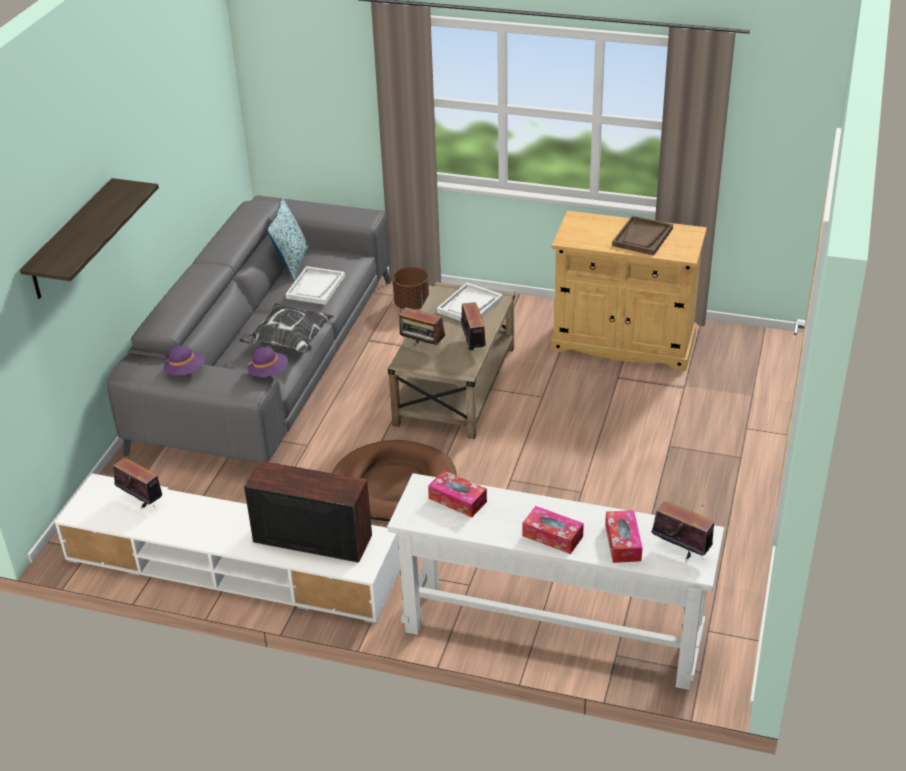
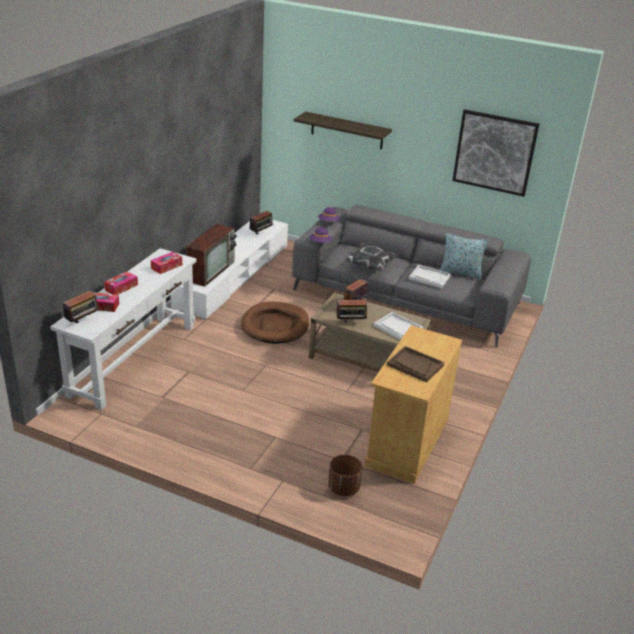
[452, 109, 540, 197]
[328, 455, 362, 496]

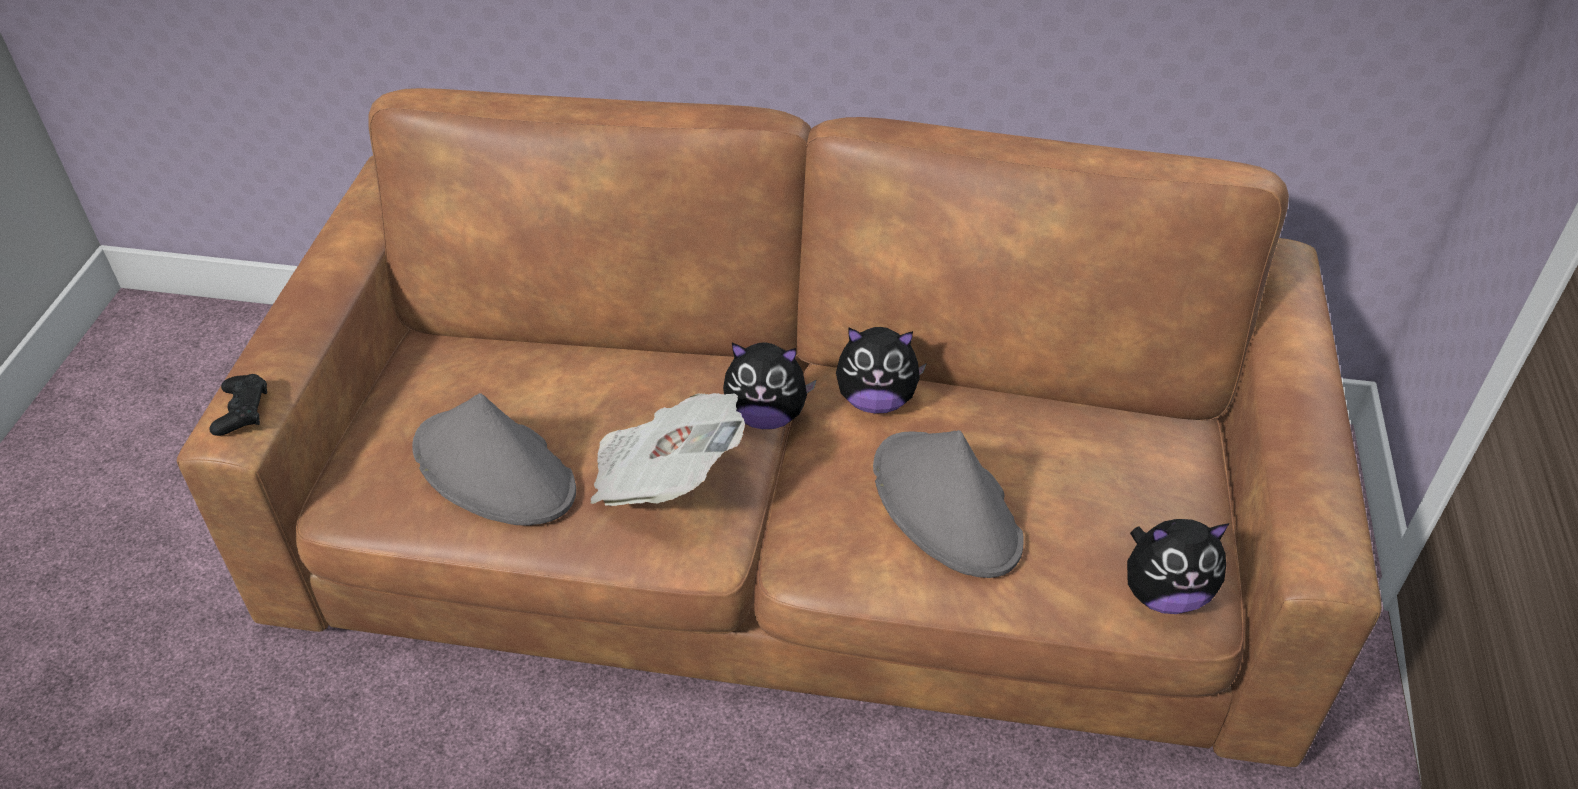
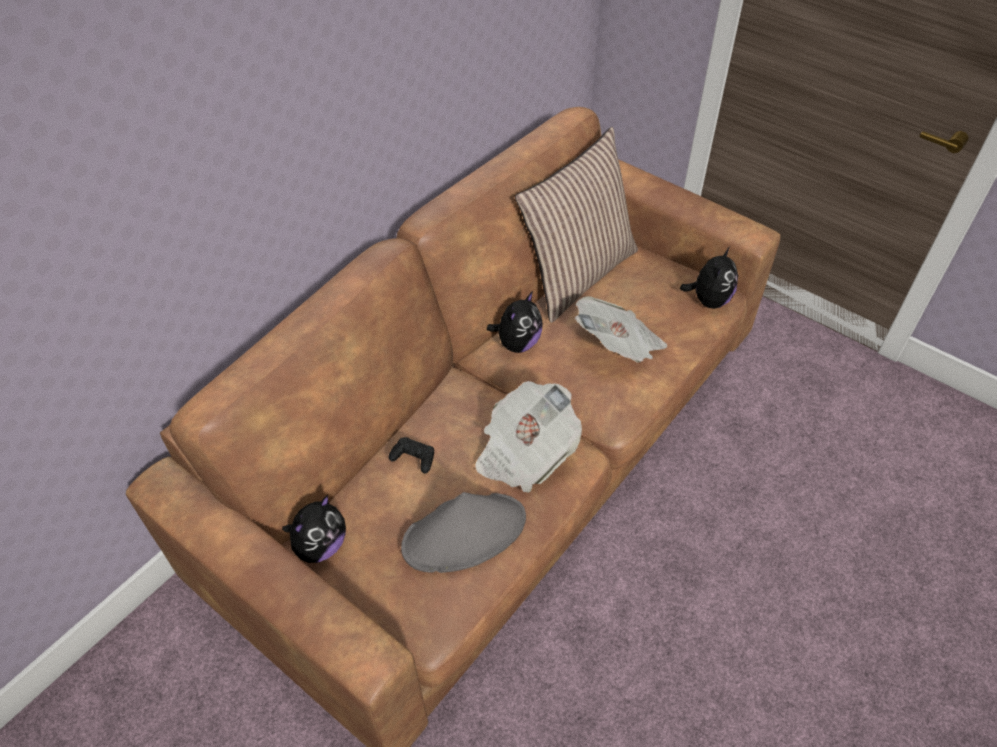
[515, 127, 638, 323]
[388, 437, 434, 473]
[282, 495, 346, 563]
[575, 296, 667, 363]

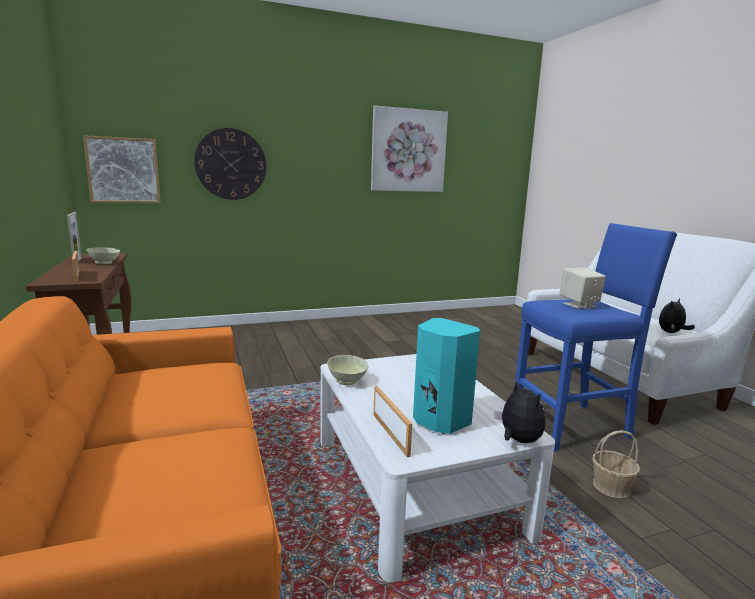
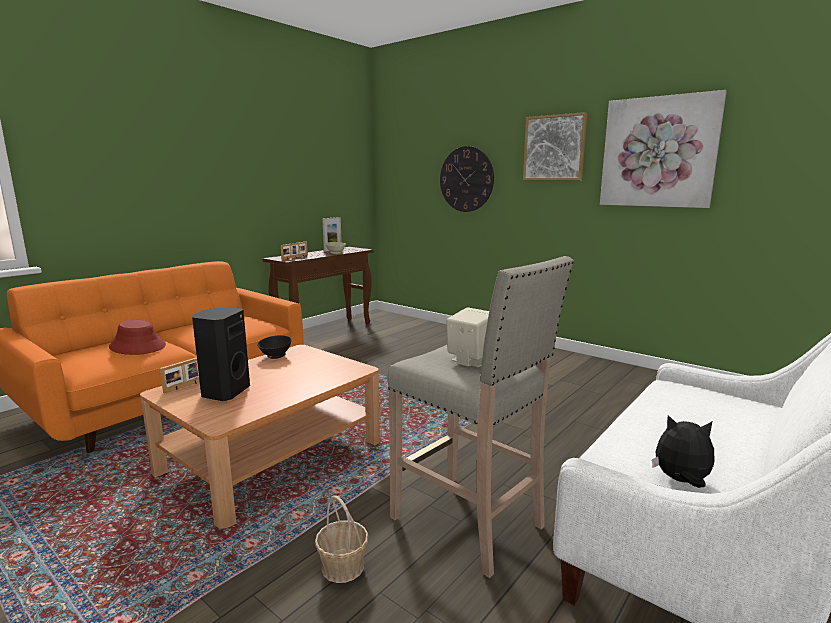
[495, 380, 546, 443] (first image)
[109, 320, 166, 355]
[523, 112, 587, 180]
[140, 345, 380, 529]
[257, 335, 292, 359]
[192, 308, 250, 401]
[387, 256, 574, 578]

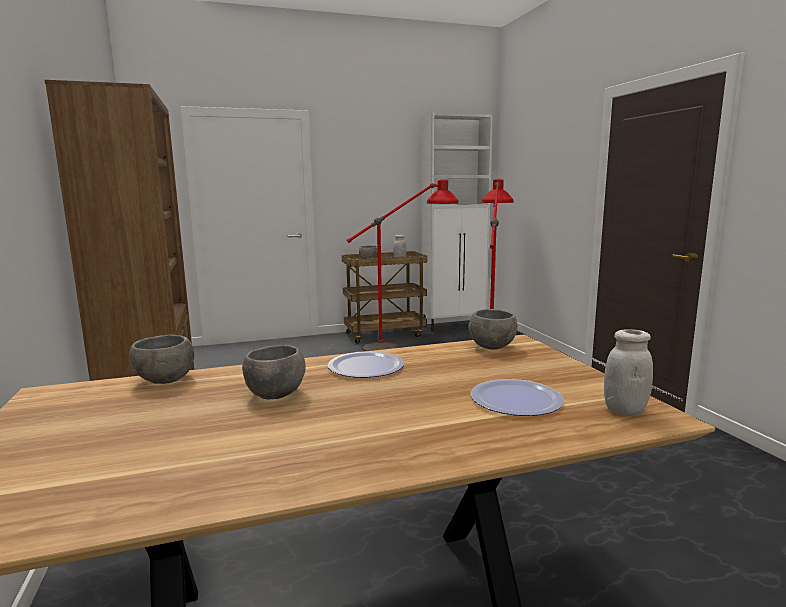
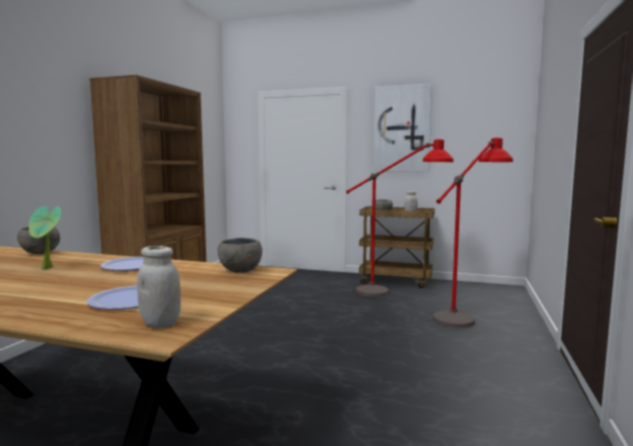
[421, 113, 493, 332] (first image)
[374, 84, 432, 171]
[29, 206, 62, 269]

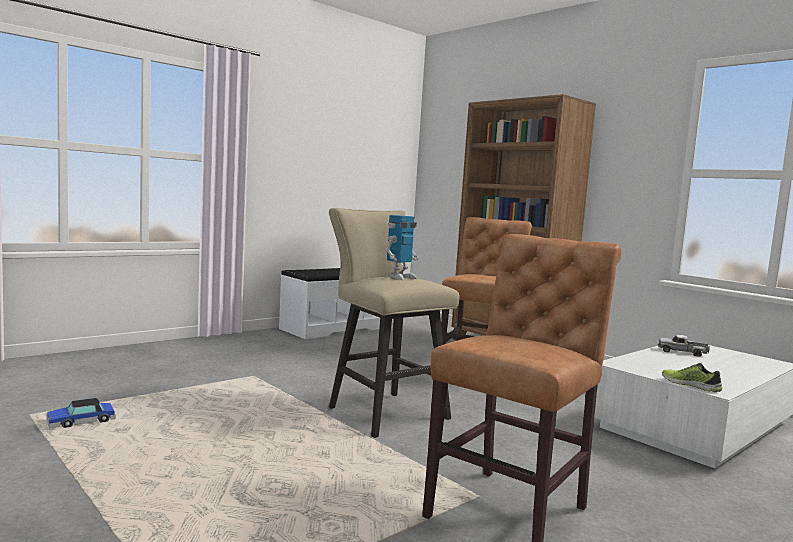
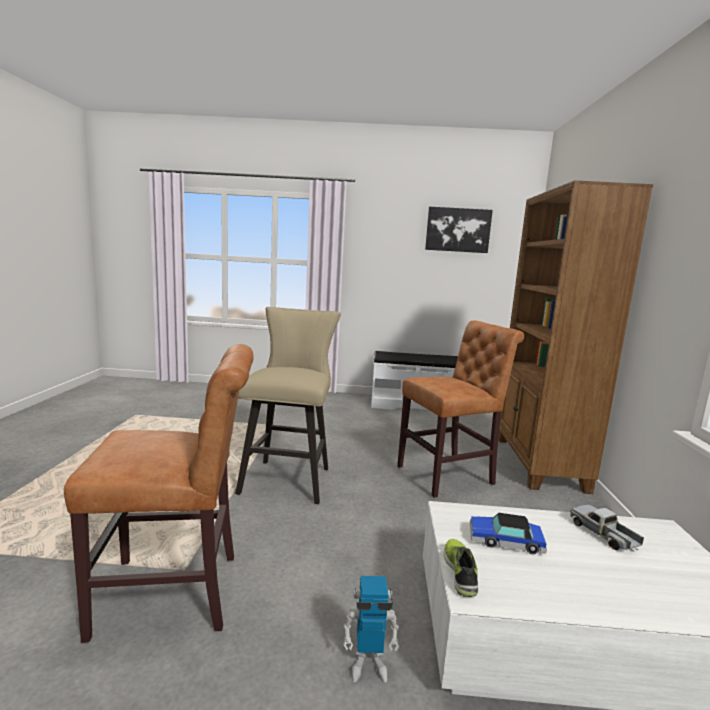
[425, 207, 493, 253]
[470, 512, 547, 554]
[343, 576, 399, 683]

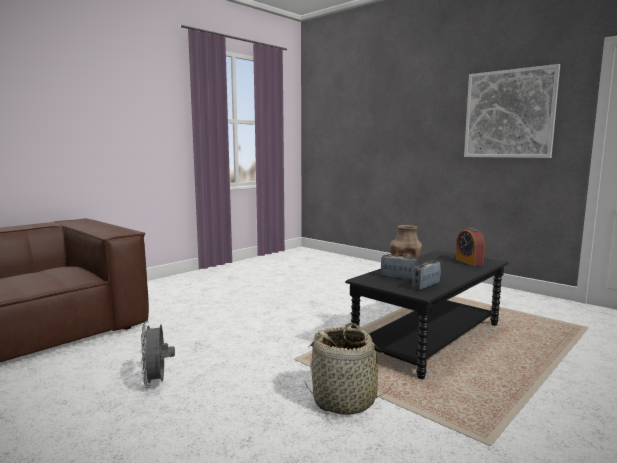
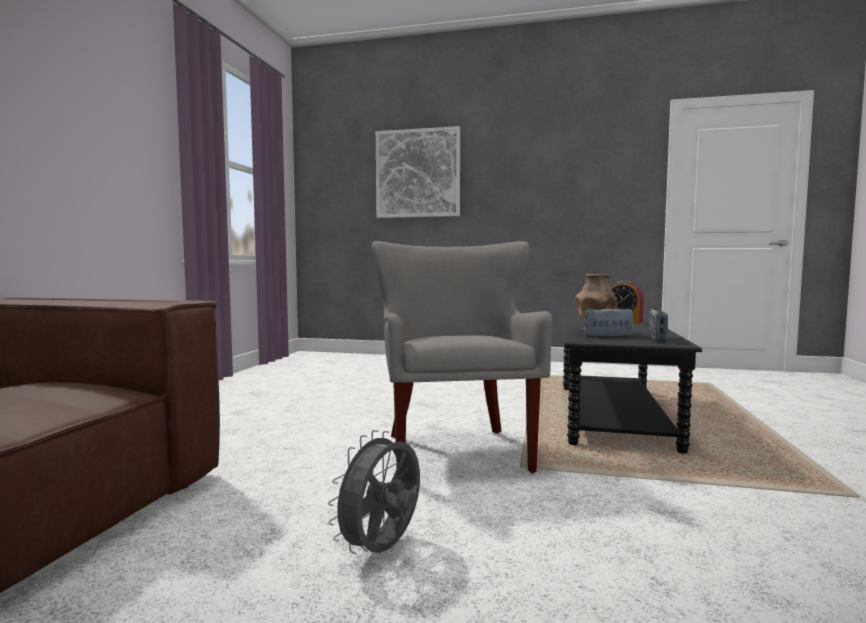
[305, 323, 394, 415] (first image)
[372, 241, 553, 476]
[376, 126, 460, 218]
[328, 430, 420, 554]

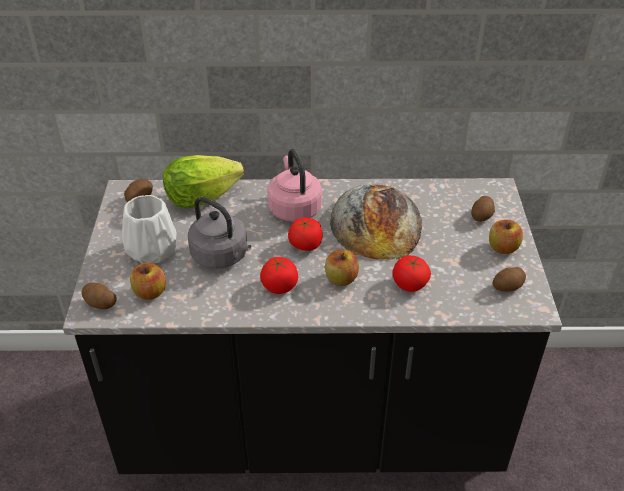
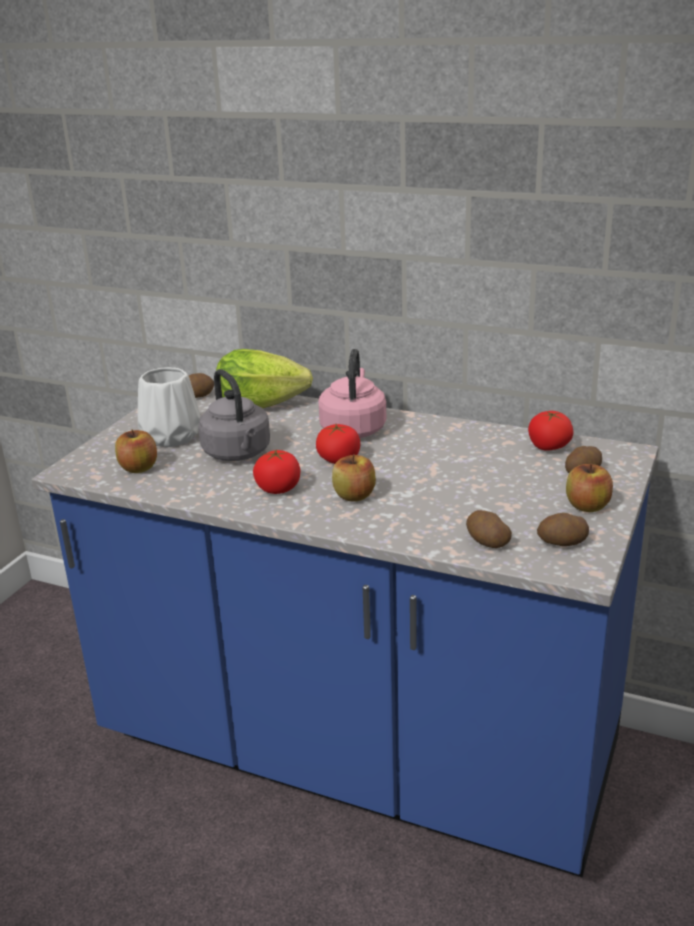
[330, 184, 422, 259] (first image)
[466, 510, 512, 548]
[528, 411, 574, 451]
[32, 387, 659, 878]

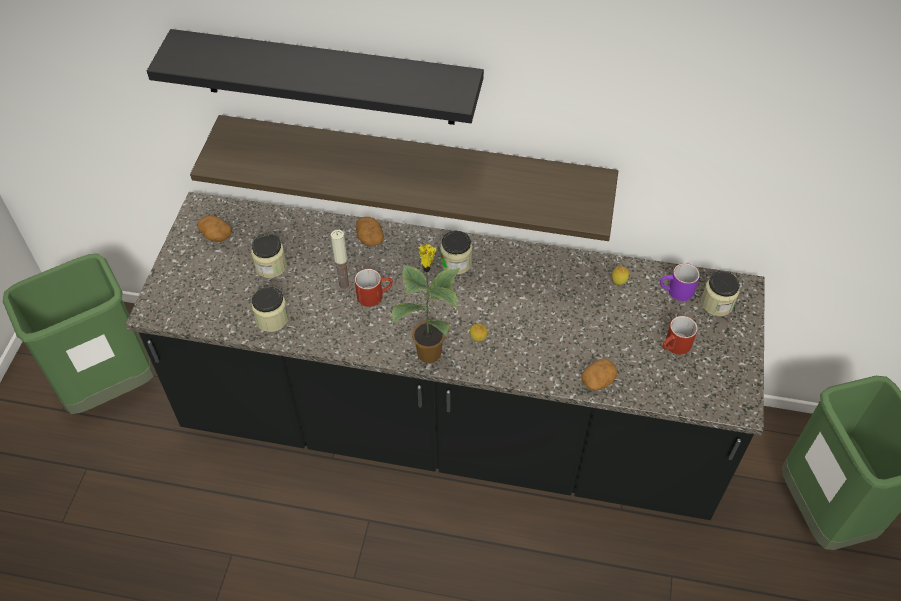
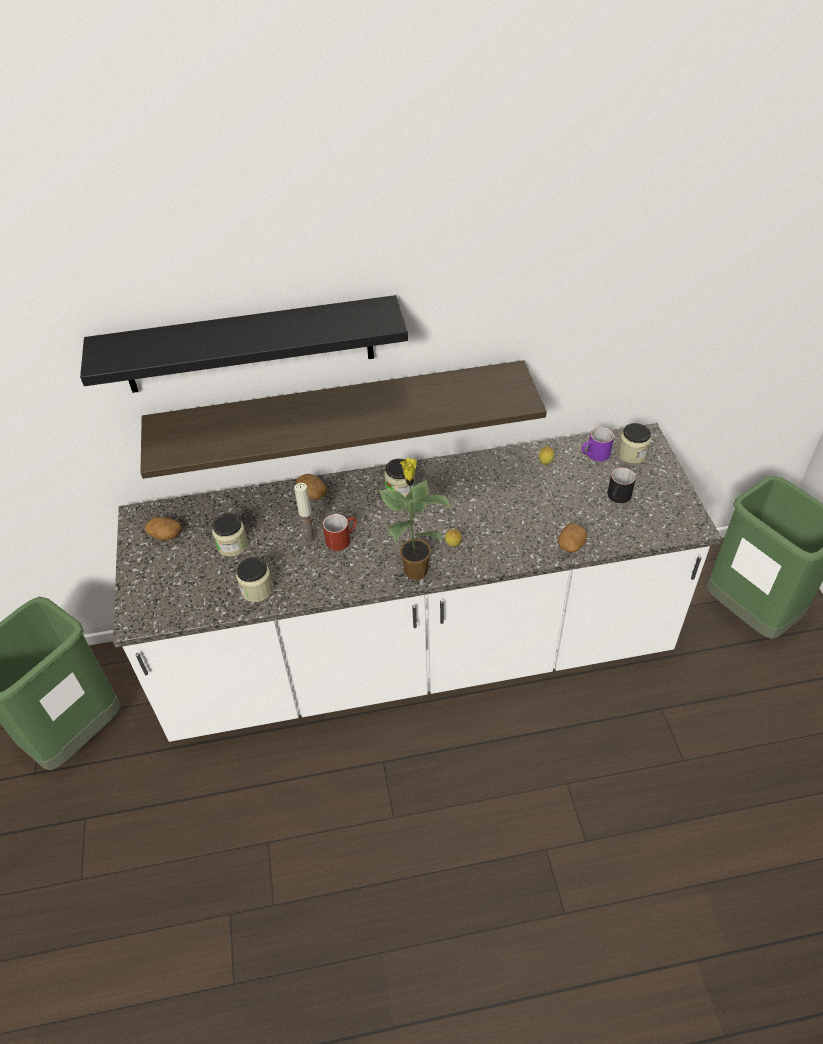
[113, 423, 722, 742]
[607, 467, 636, 503]

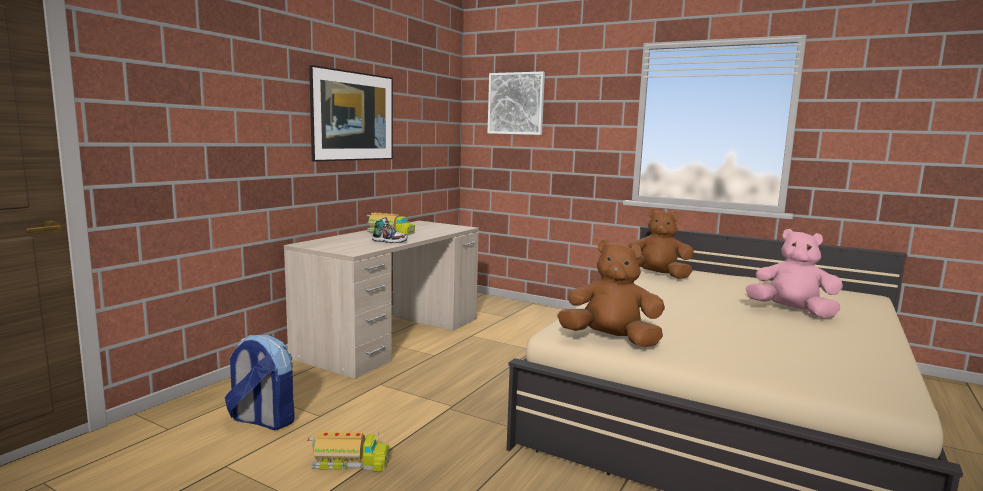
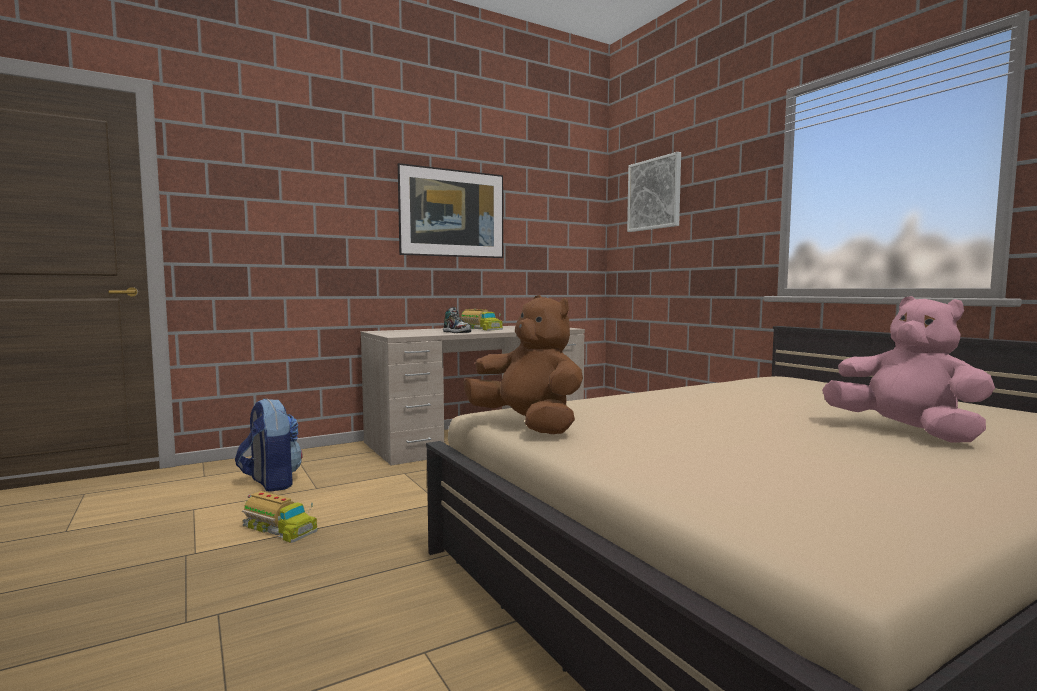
[629, 209, 694, 279] (first image)

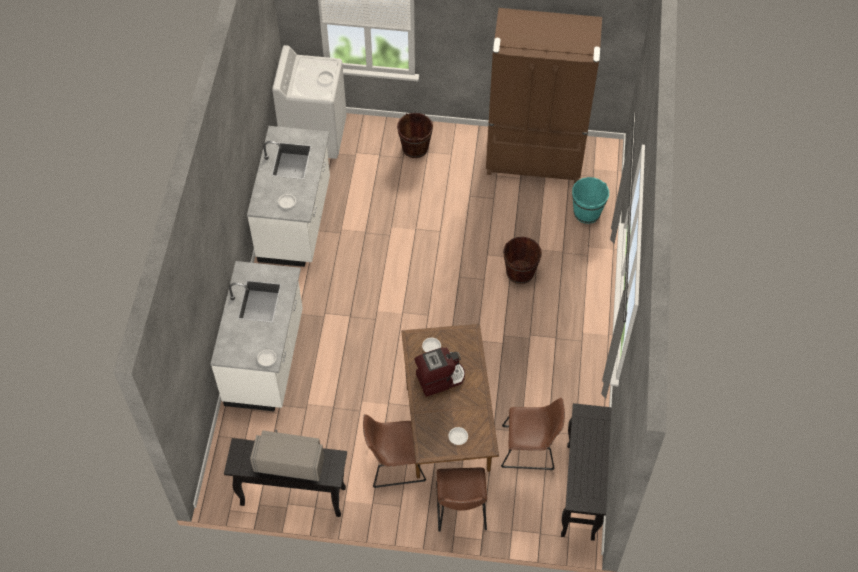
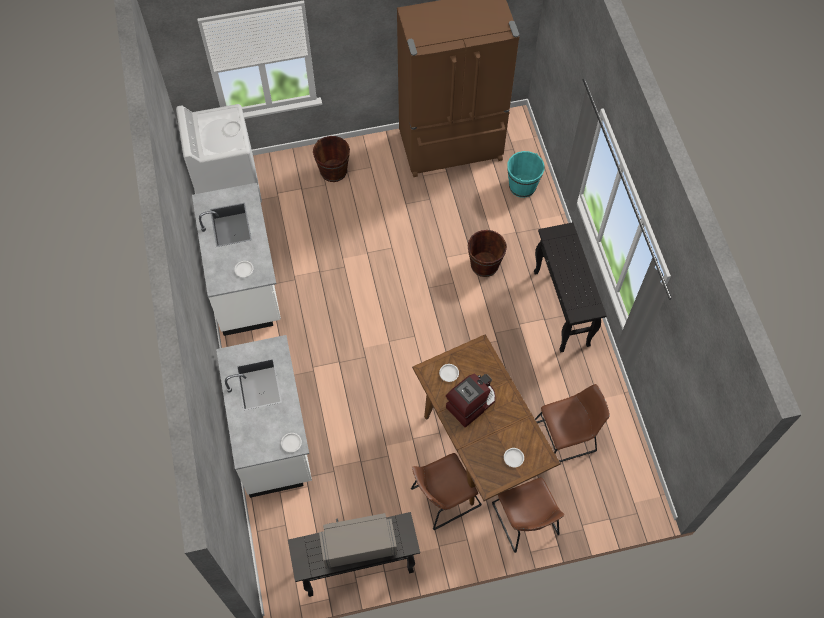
[534, 222, 607, 352]

